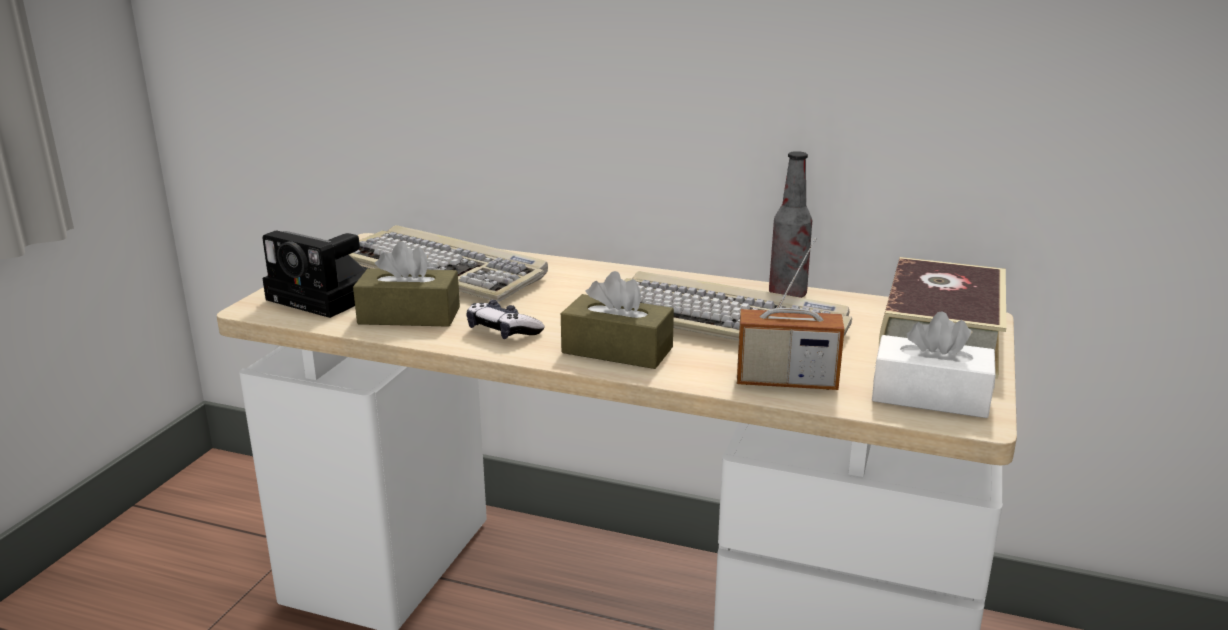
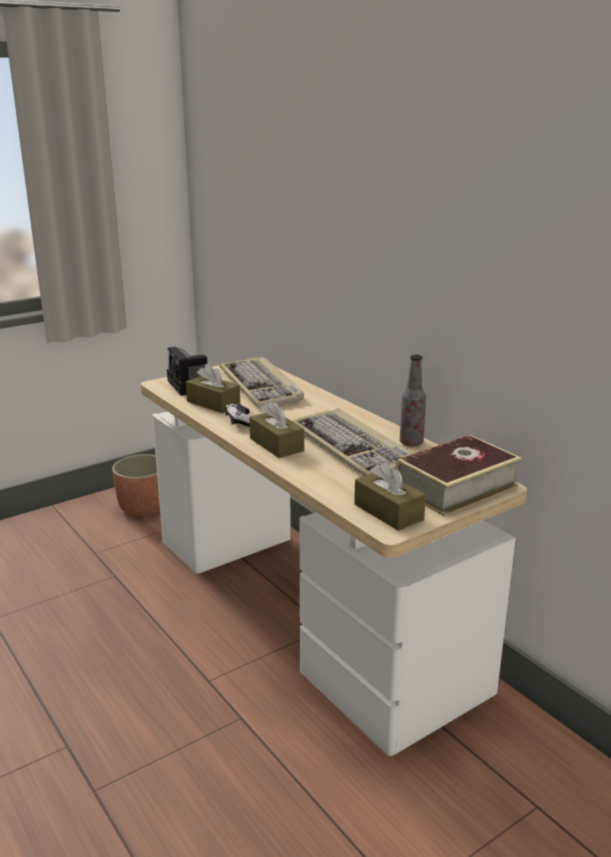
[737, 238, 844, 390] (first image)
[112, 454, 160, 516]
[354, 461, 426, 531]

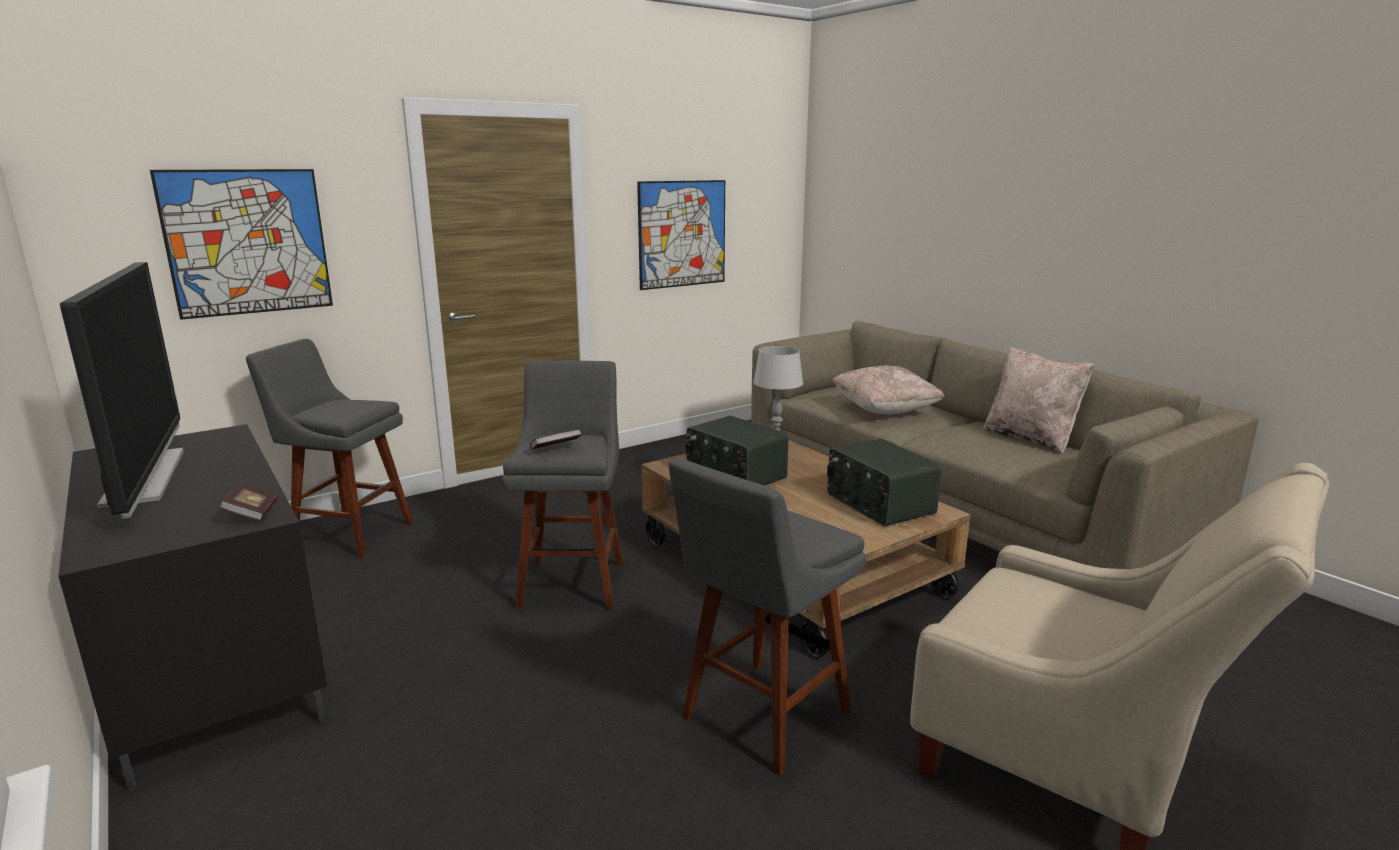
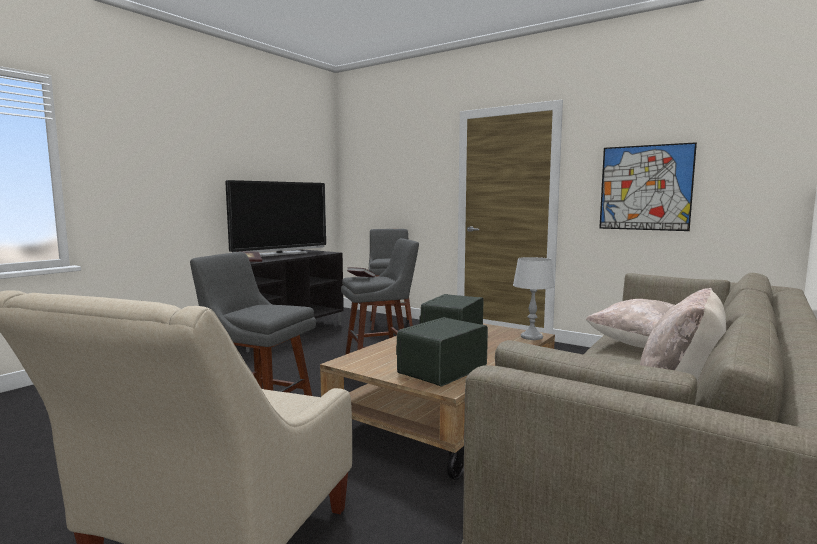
[150, 169, 333, 320] (first image)

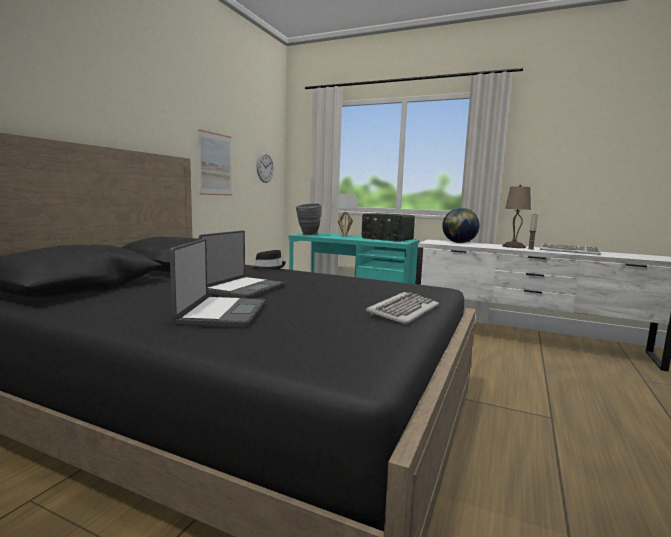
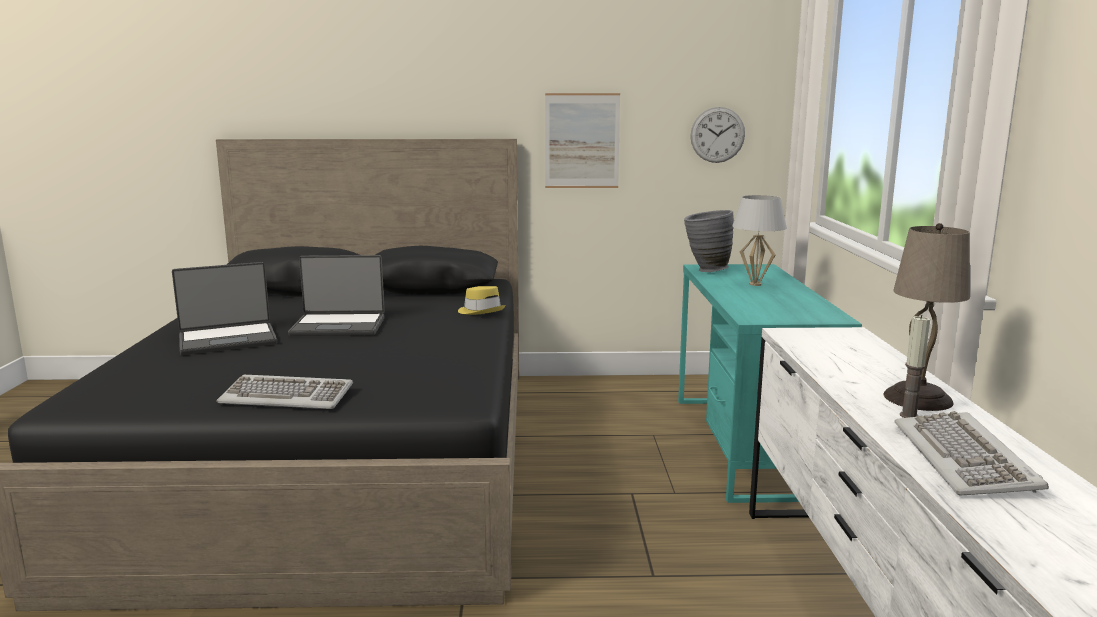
[362, 213, 415, 242] (first image)
[442, 208, 480, 243] (first image)
[458, 286, 506, 315]

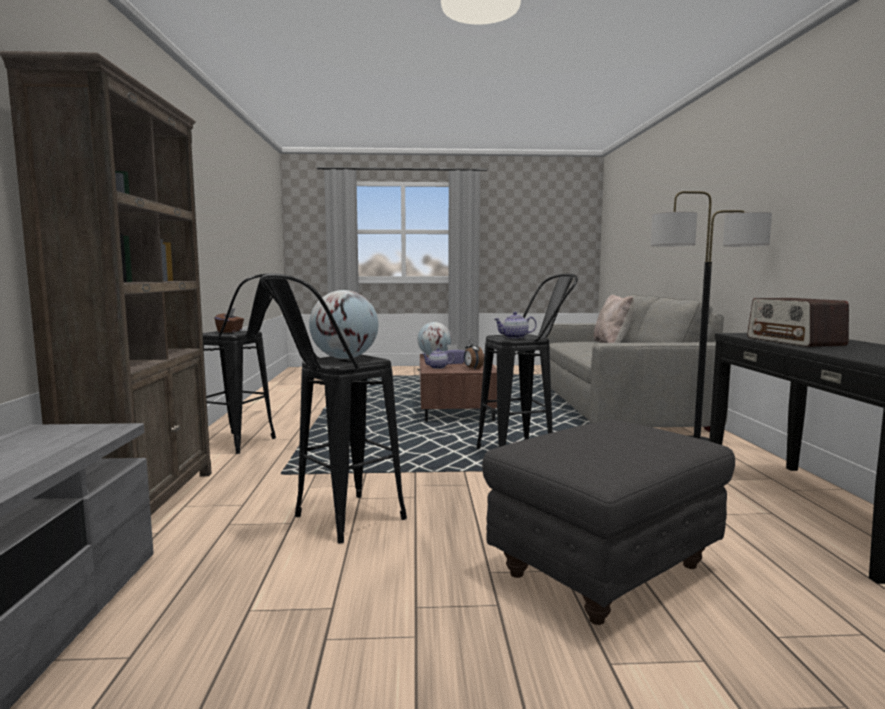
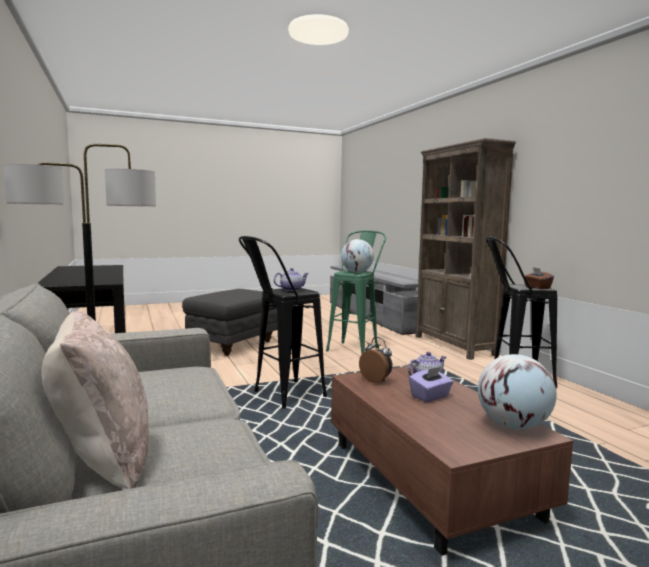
[747, 298, 849, 347] (first image)
[326, 230, 386, 354]

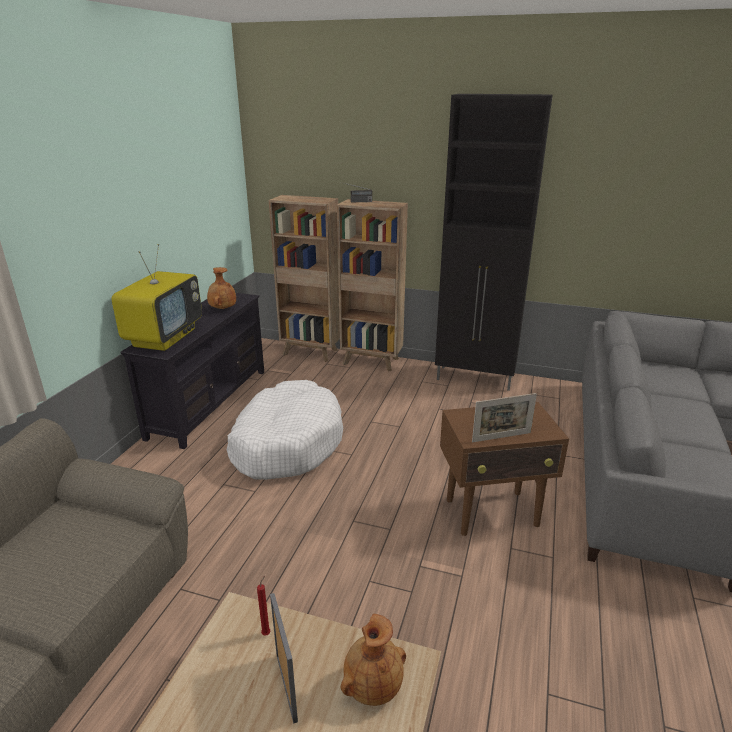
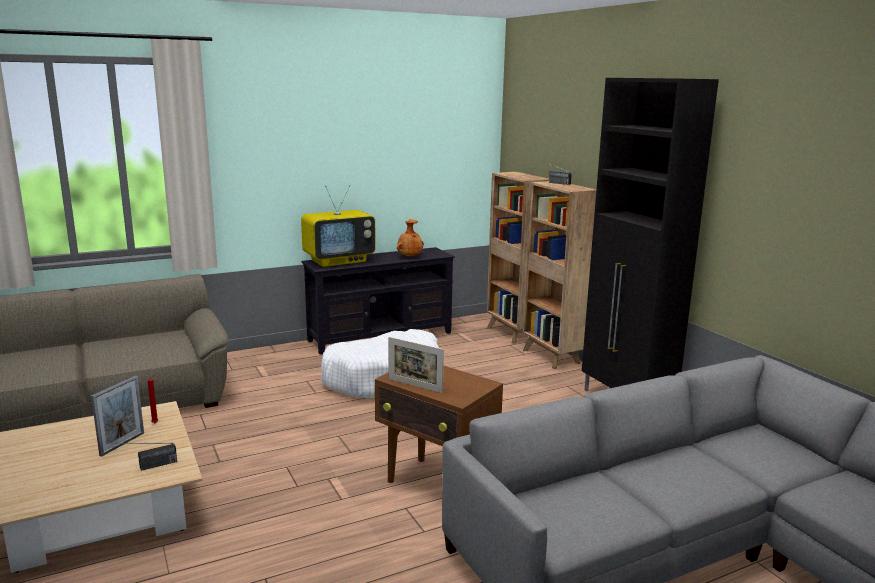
[124, 442, 177, 471]

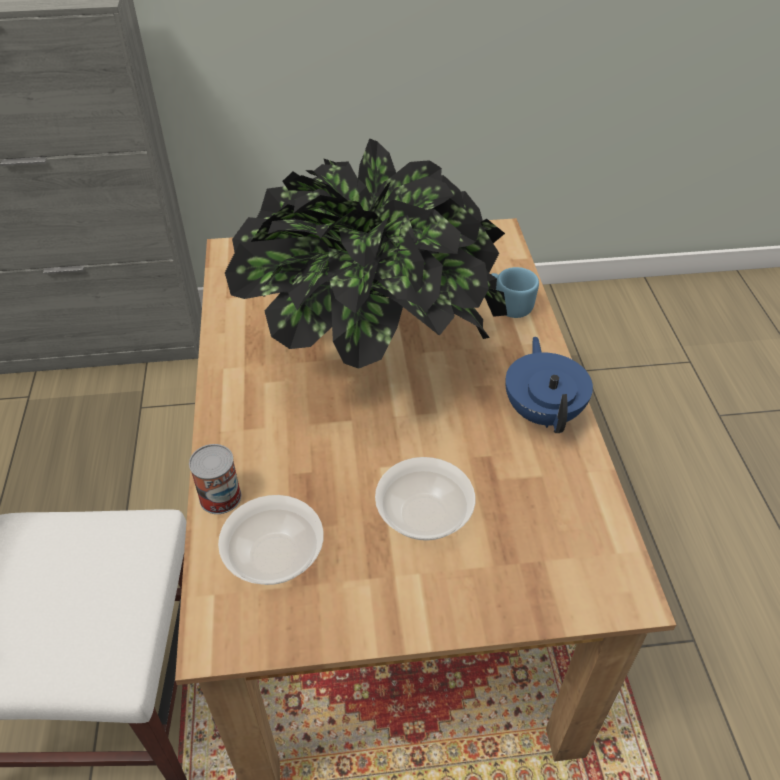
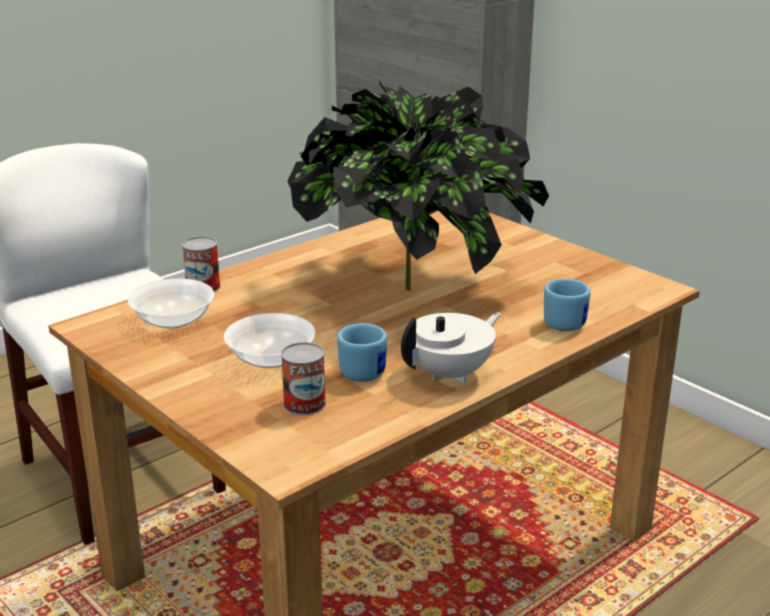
[281, 342, 326, 415]
[337, 323, 387, 382]
[401, 312, 501, 384]

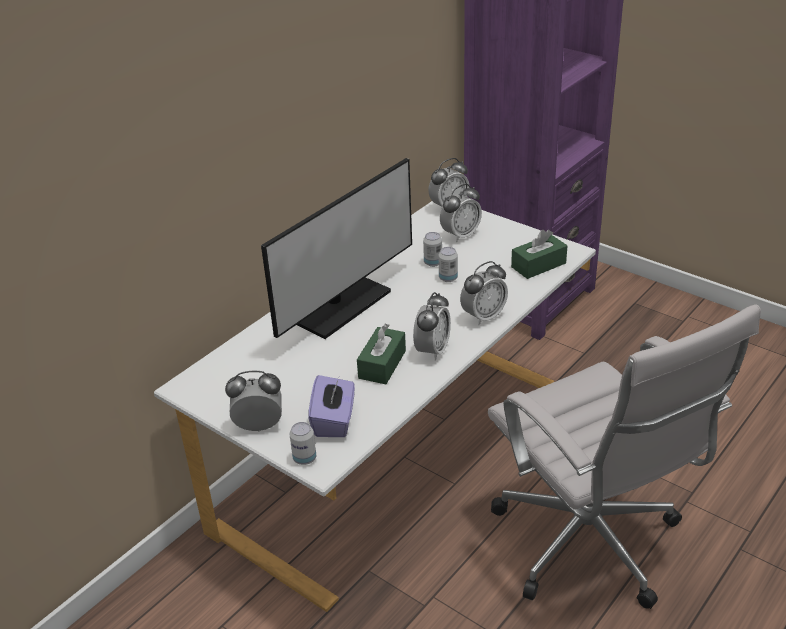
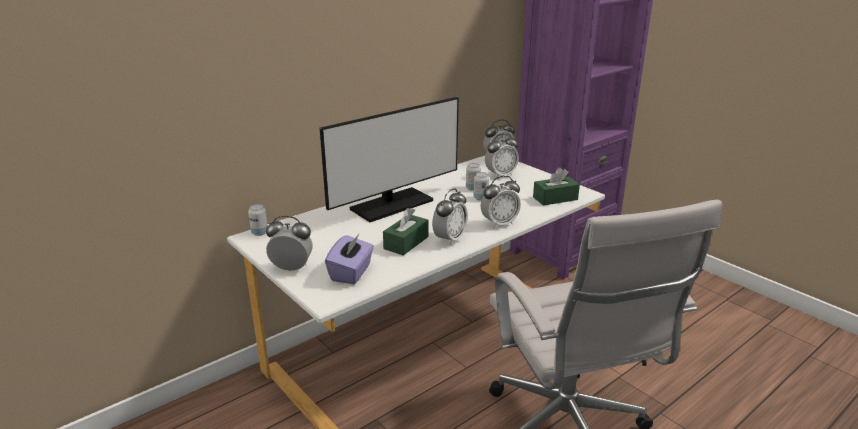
[248, 204, 268, 236]

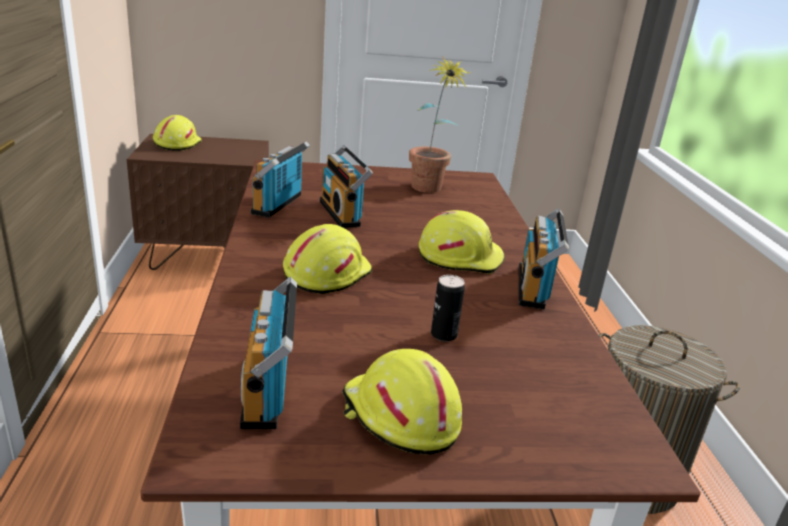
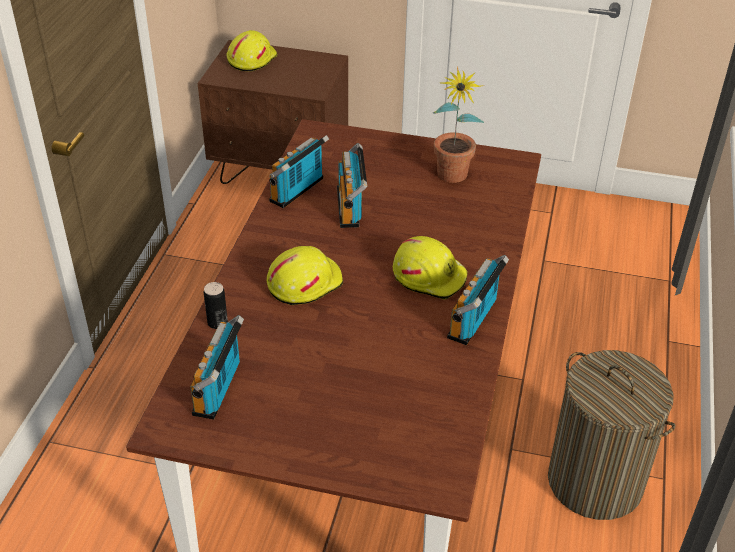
[342, 349, 462, 455] (first image)
[204, 282, 228, 329]

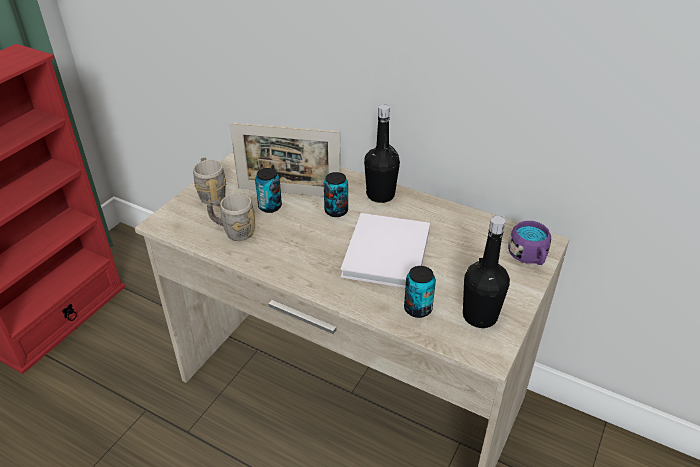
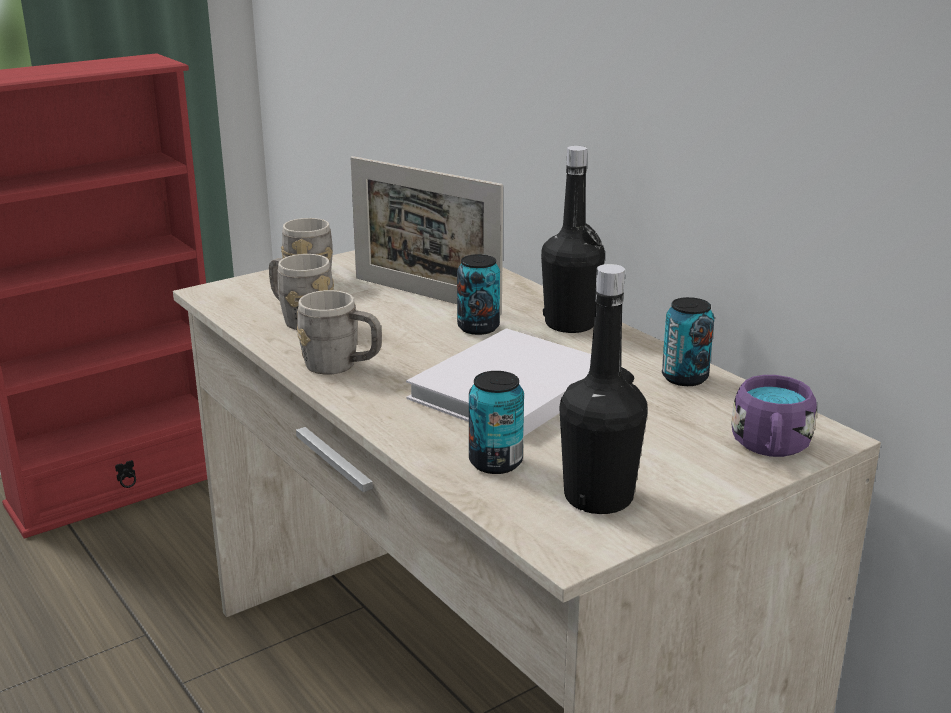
[297, 290, 382, 375]
[662, 297, 714, 386]

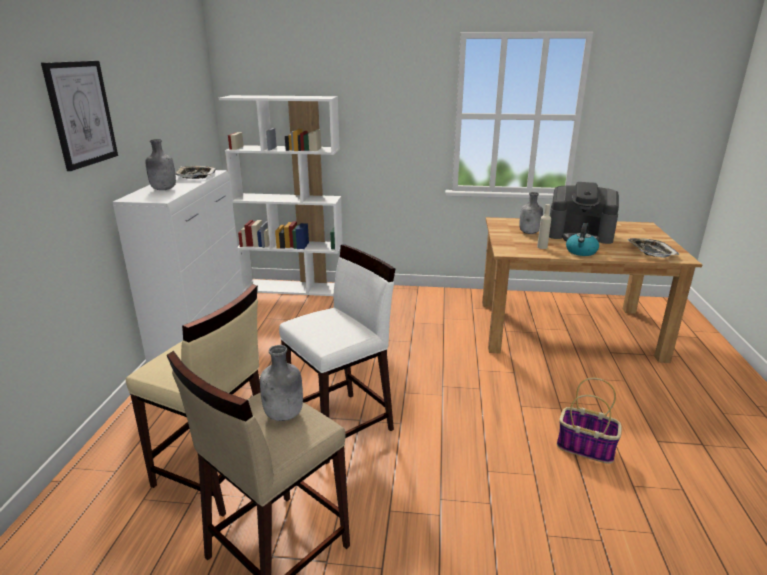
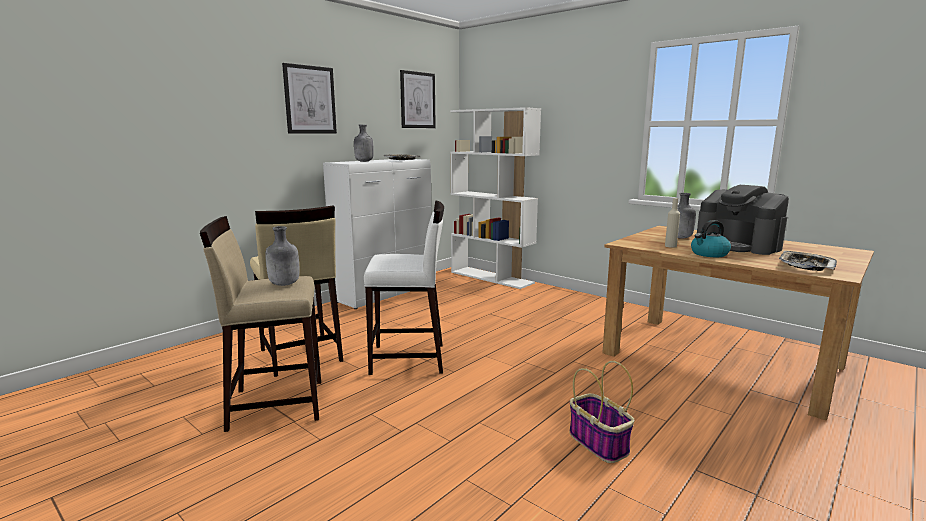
[400, 70, 436, 128]

